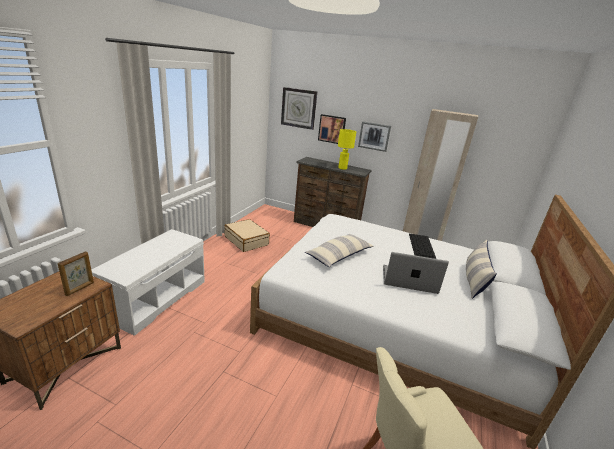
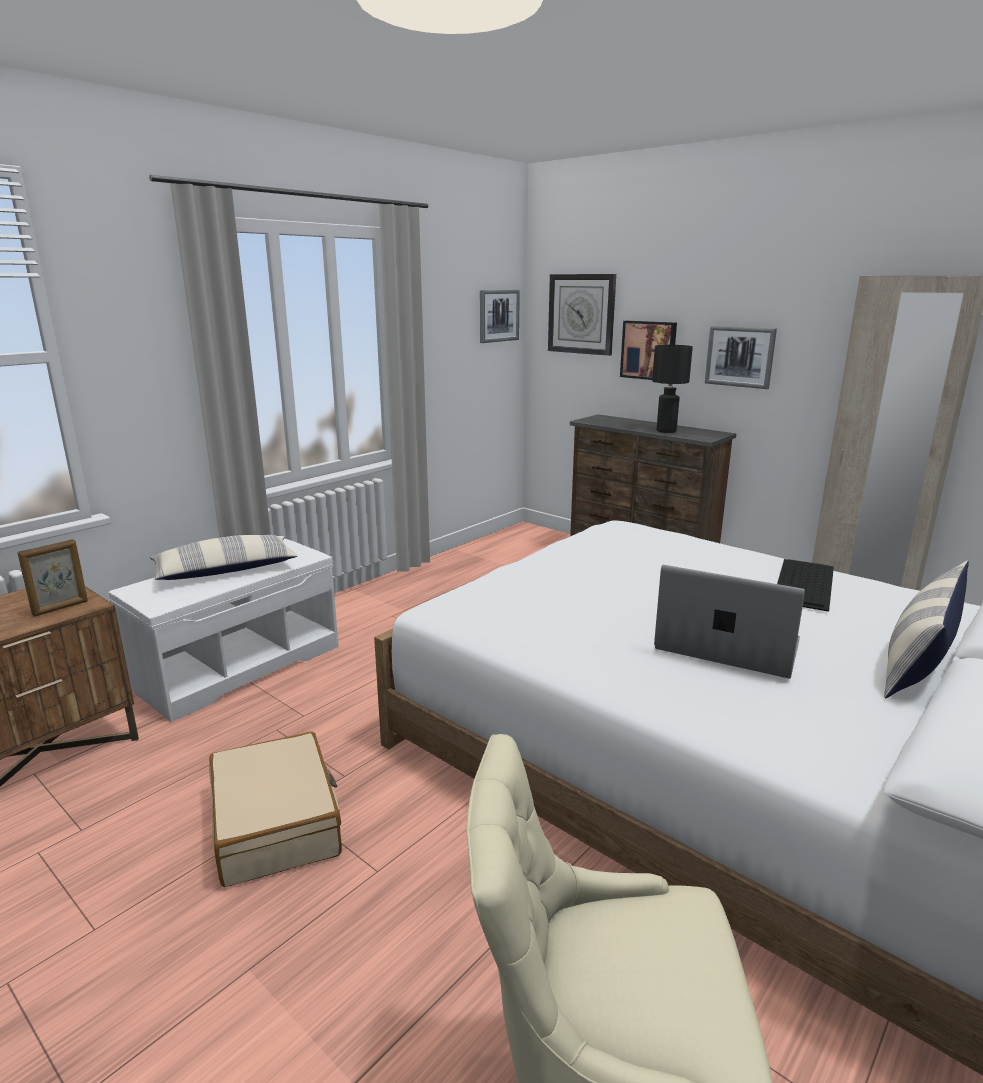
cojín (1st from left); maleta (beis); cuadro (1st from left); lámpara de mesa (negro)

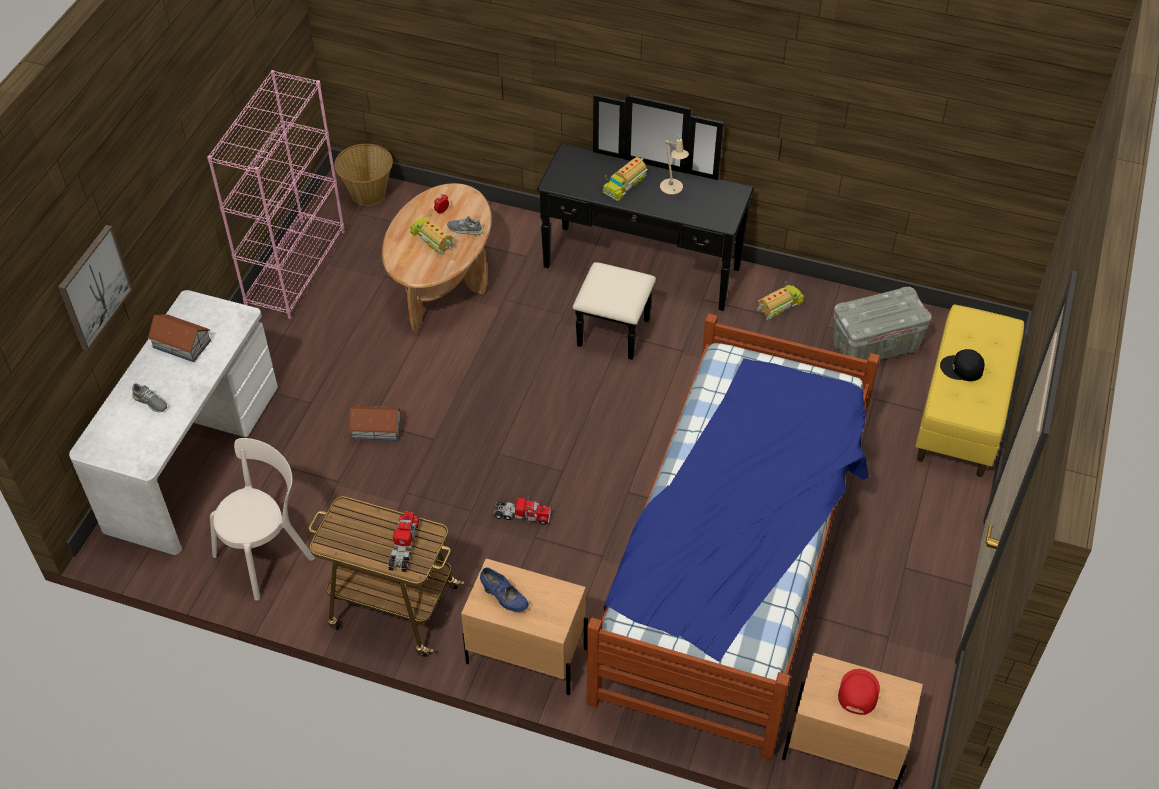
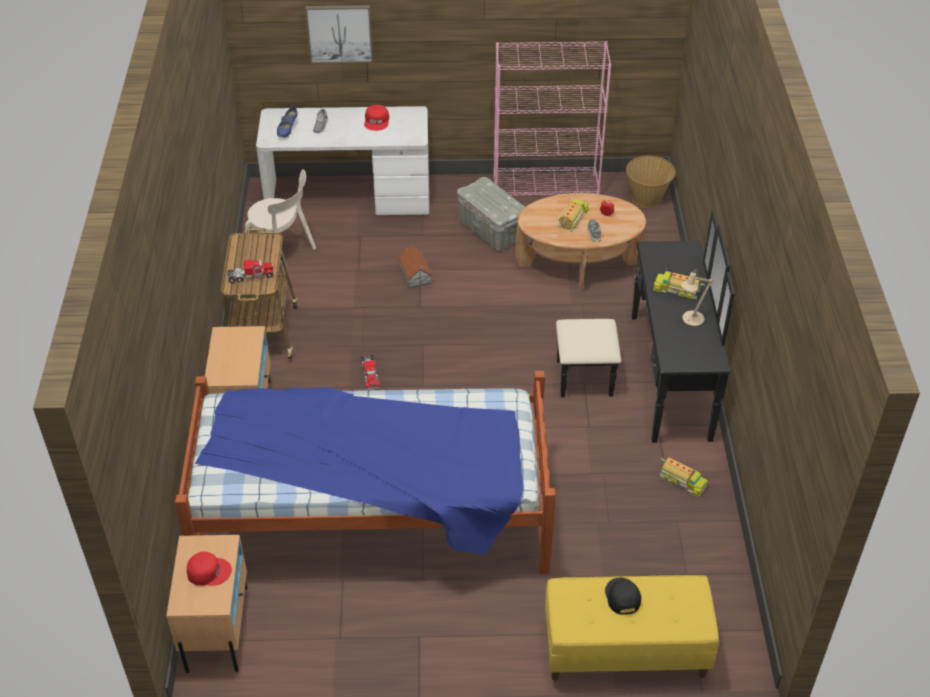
zapato (azul); gorra (rojo) (2nd from left); caja de almacenaje (gris)

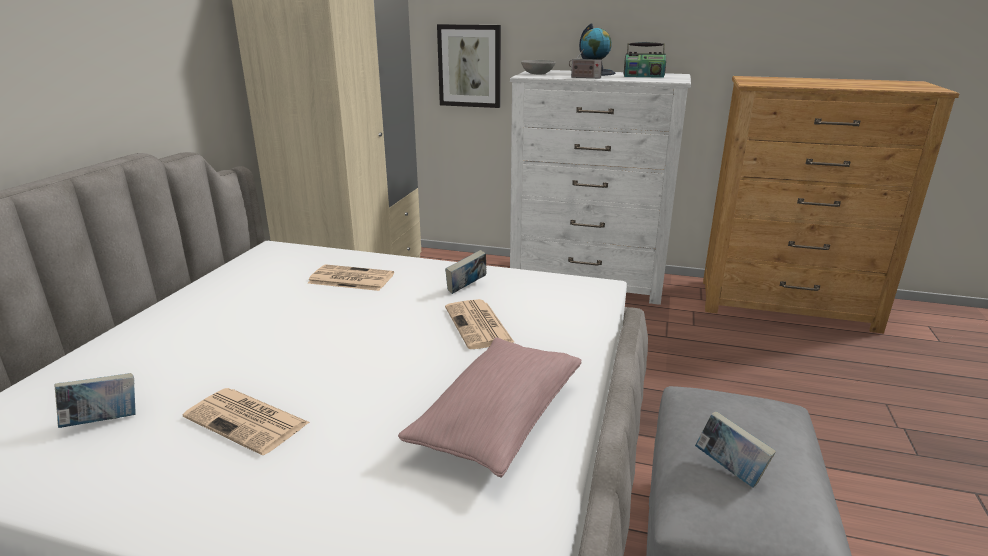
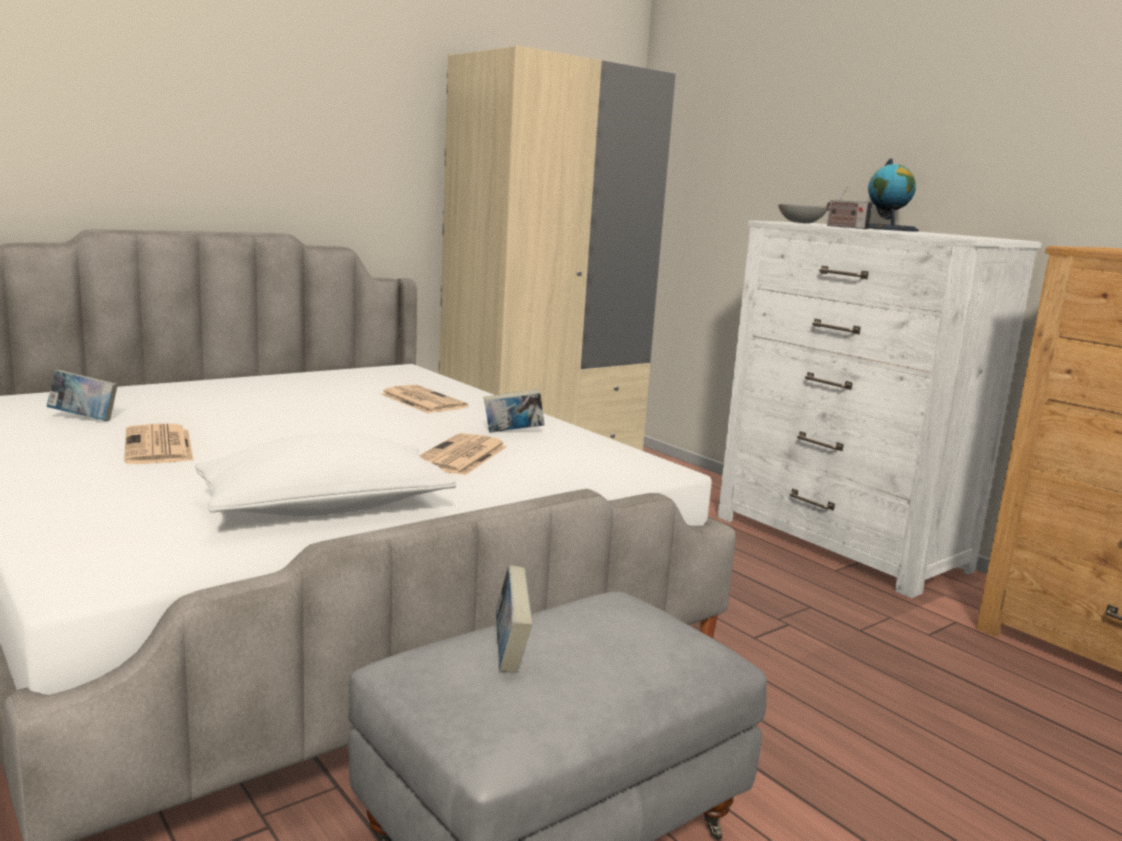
cojín (blanco); cuadro; radio (2nd from left in the first image)

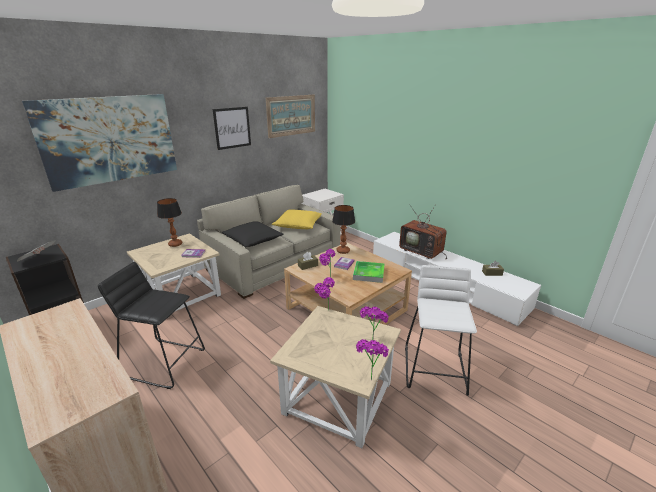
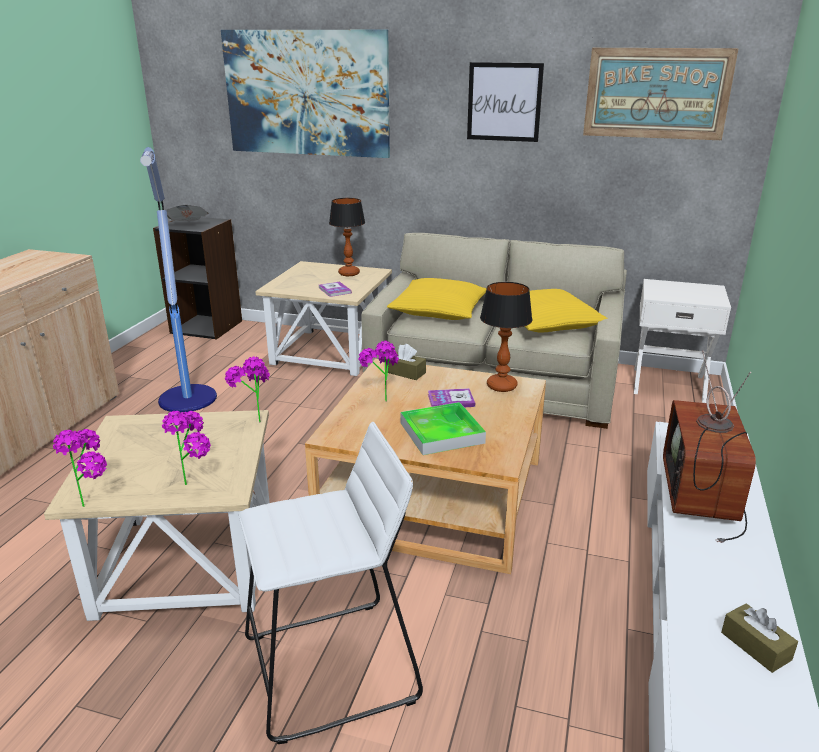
lámpara de pie; cojín (amarillo) (1st from left)

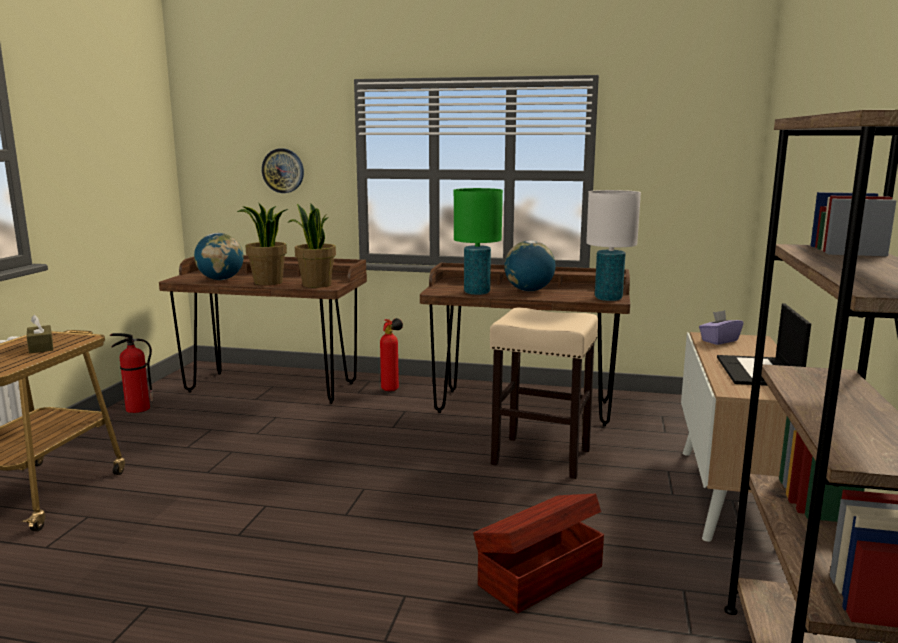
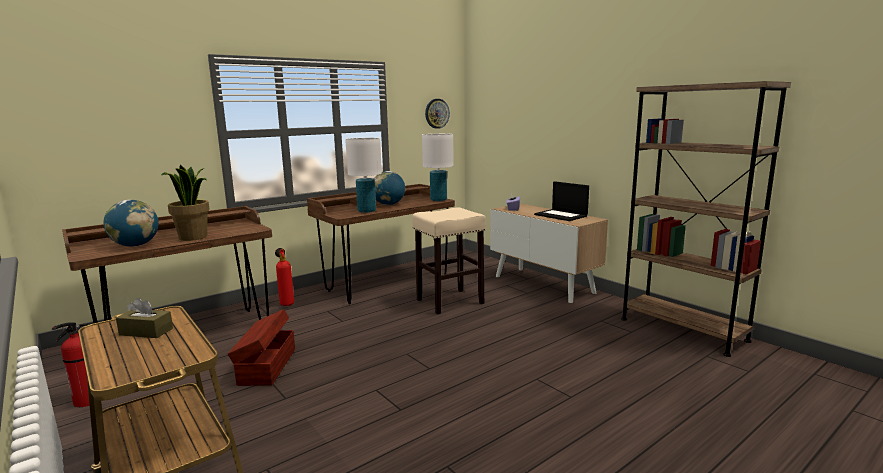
caja de almacenaje (marrón); lámpara de mesa (blanco) (1st from left); reloj de pared; planta en maceta (2nd from left in the first image)

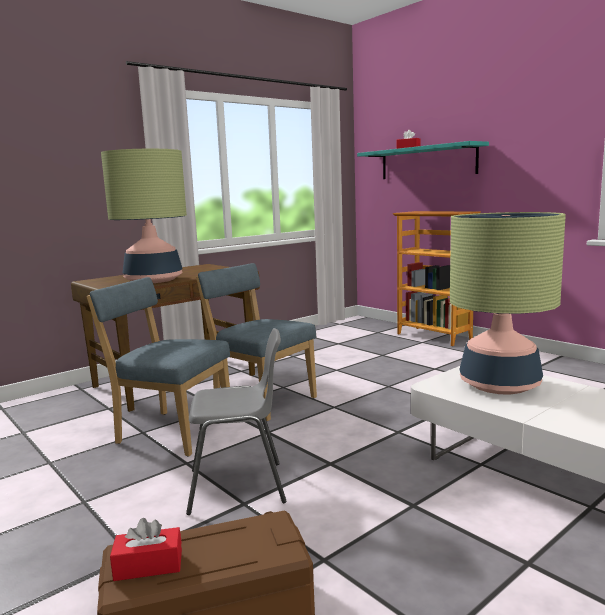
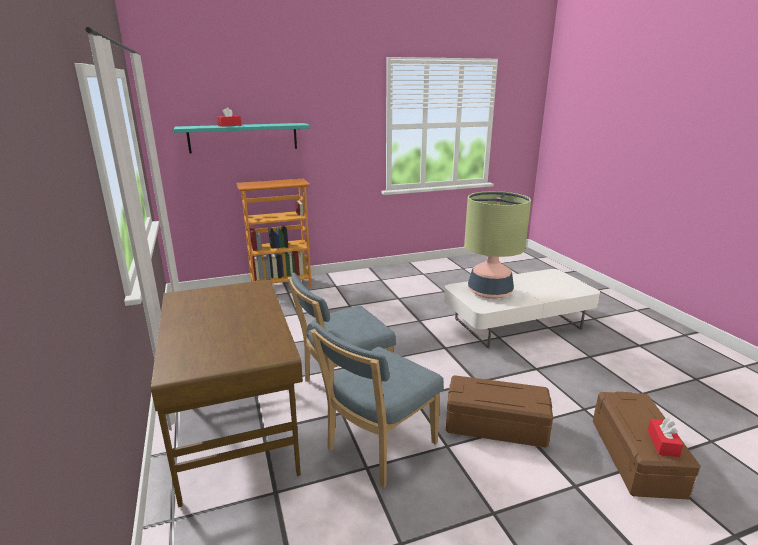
caja de almacenaje (marrón) (1st from left); lámpara de mesa (1st from left in the first image)

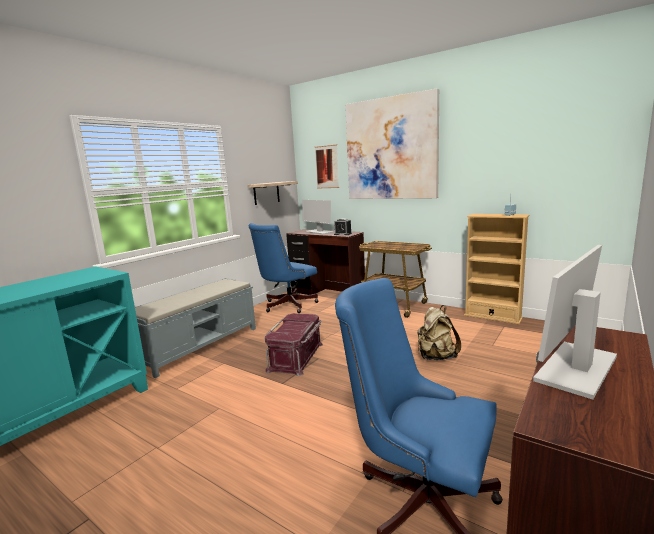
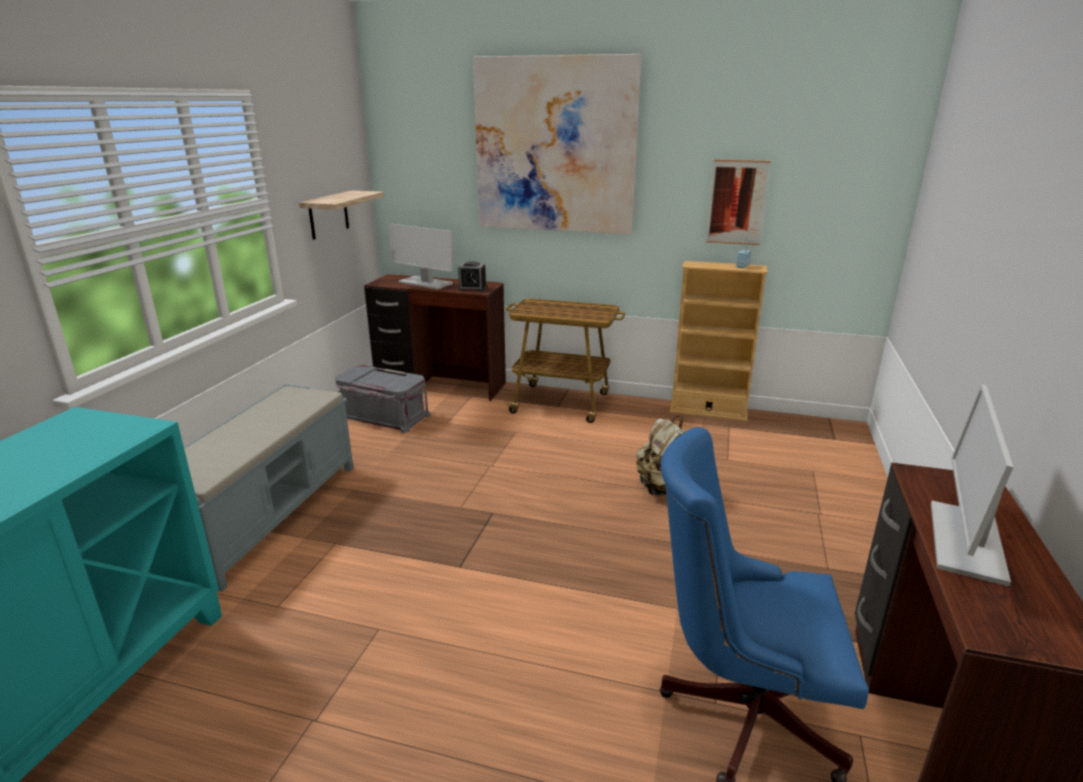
caja de almacenaje (gris); cuadro (2nd from left); caja de almacenaje (rojo)

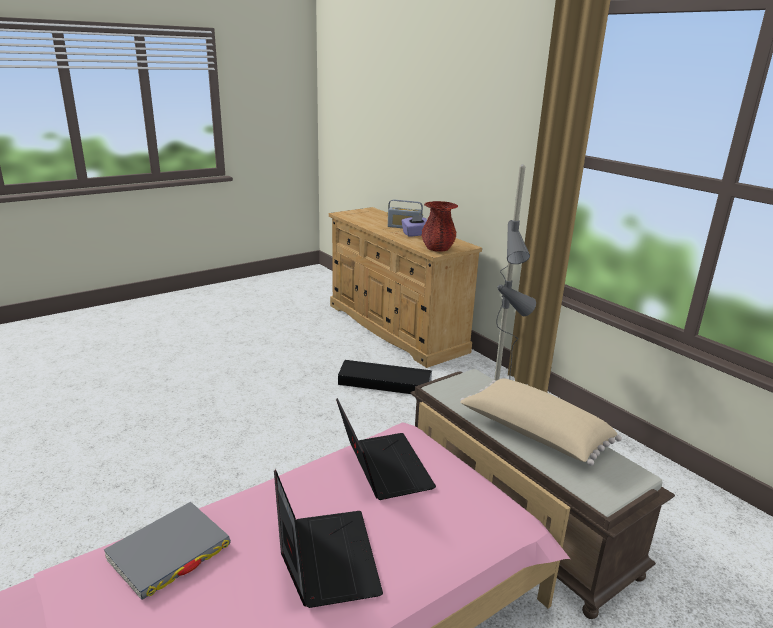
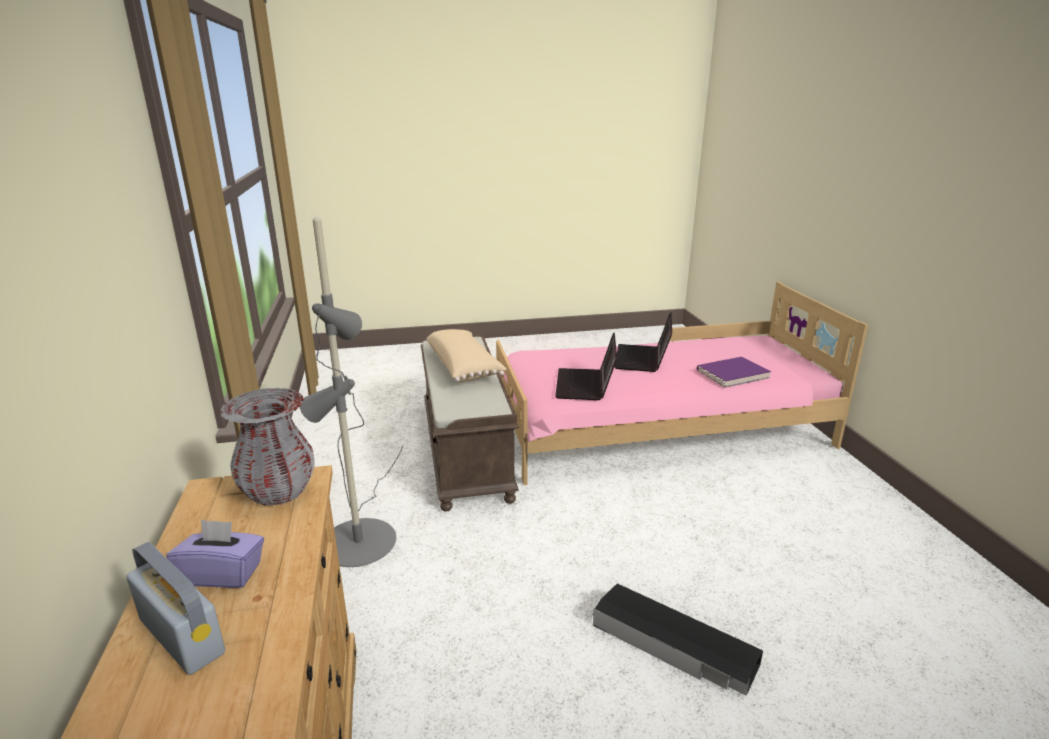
florero (gris); caja de almacenaje (negro); libro (morado)

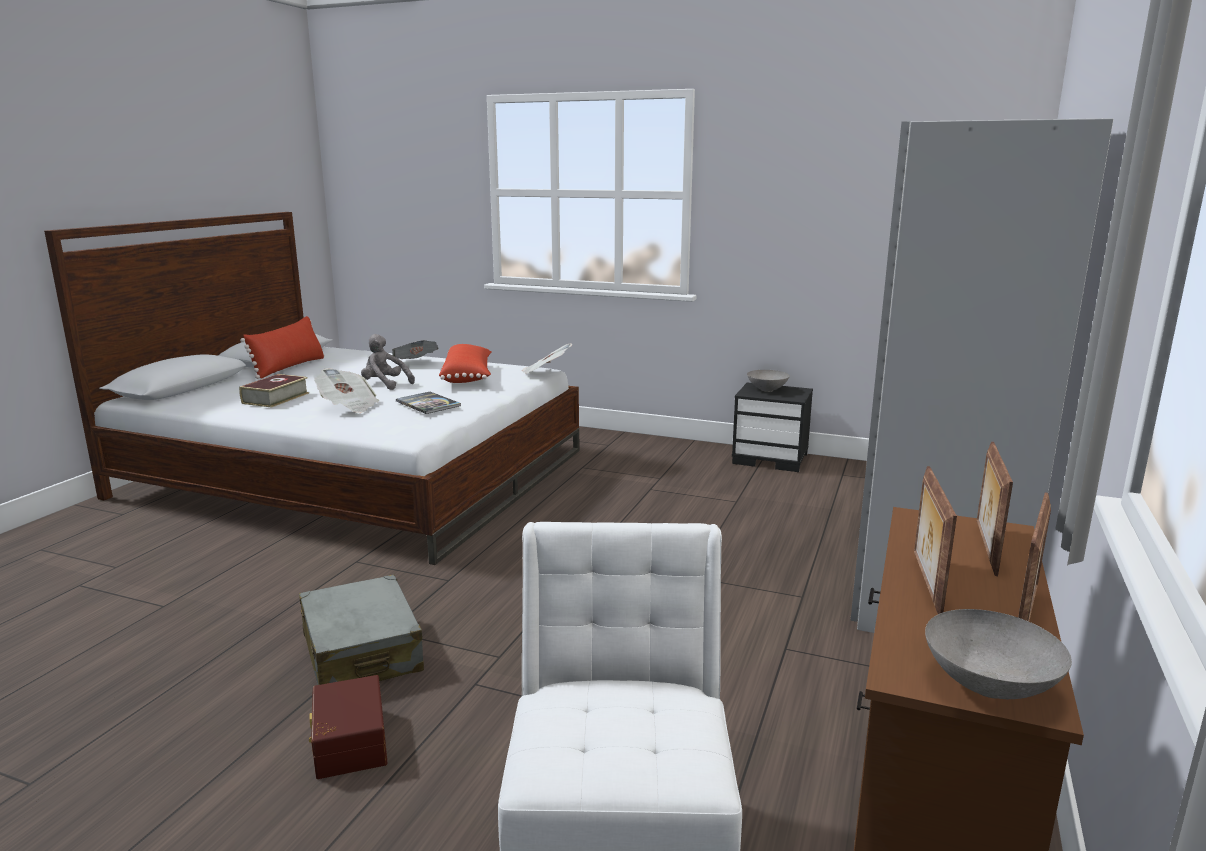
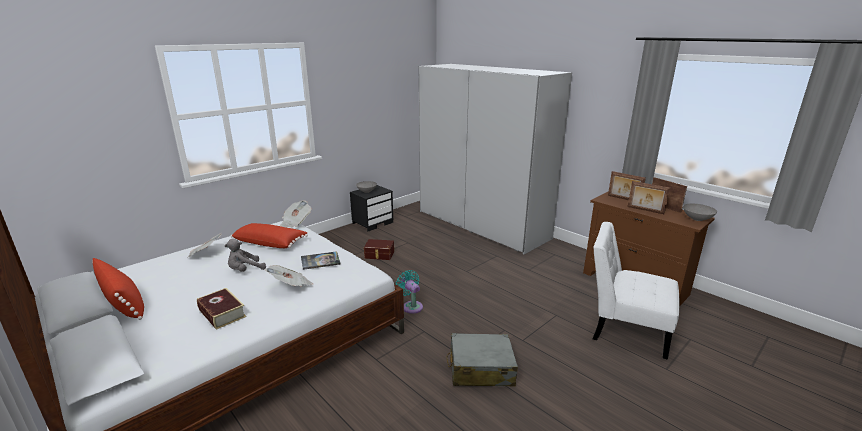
caja de almacenaje (marrón); ventilador (turquesa)

